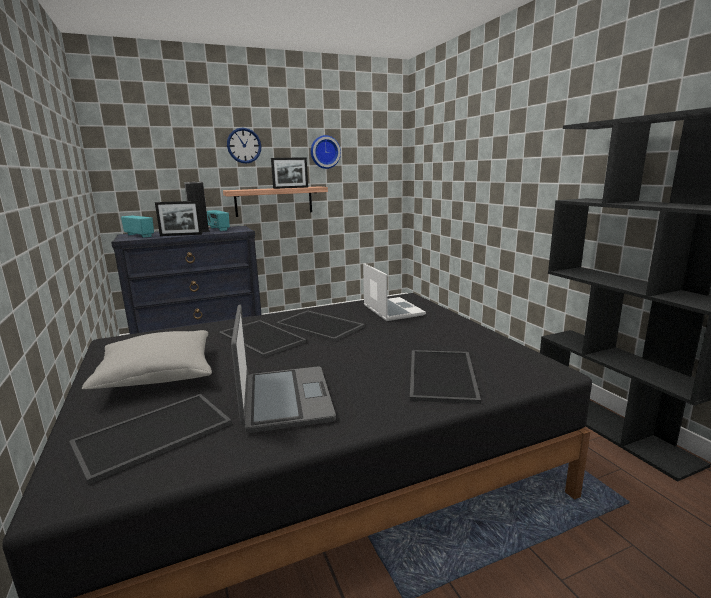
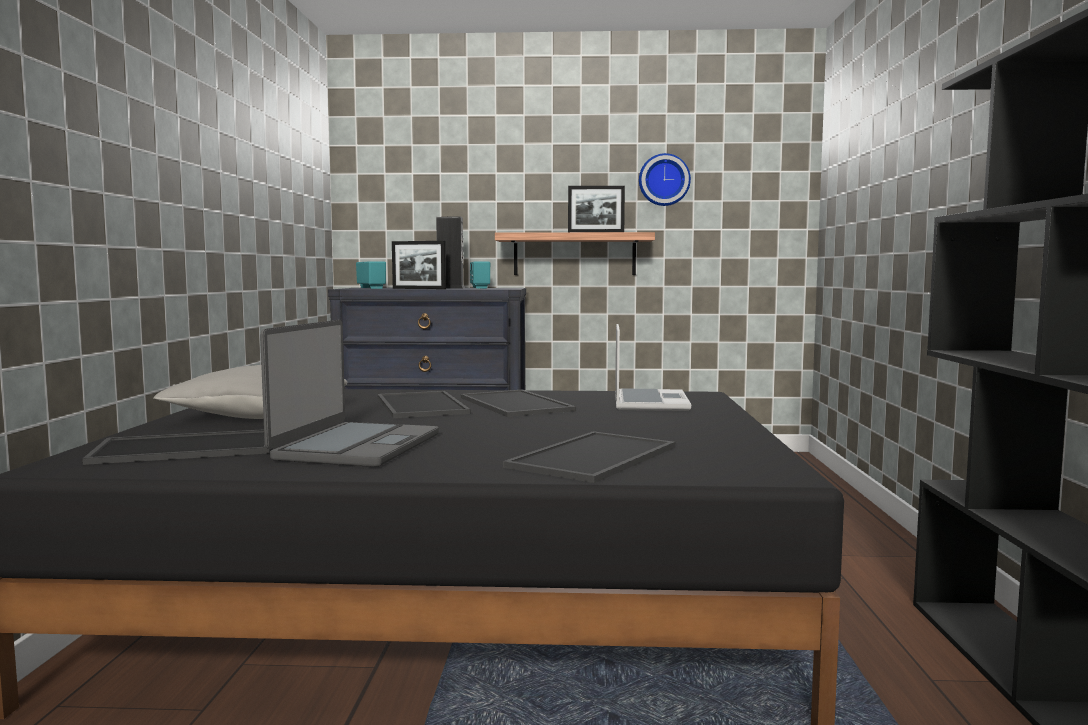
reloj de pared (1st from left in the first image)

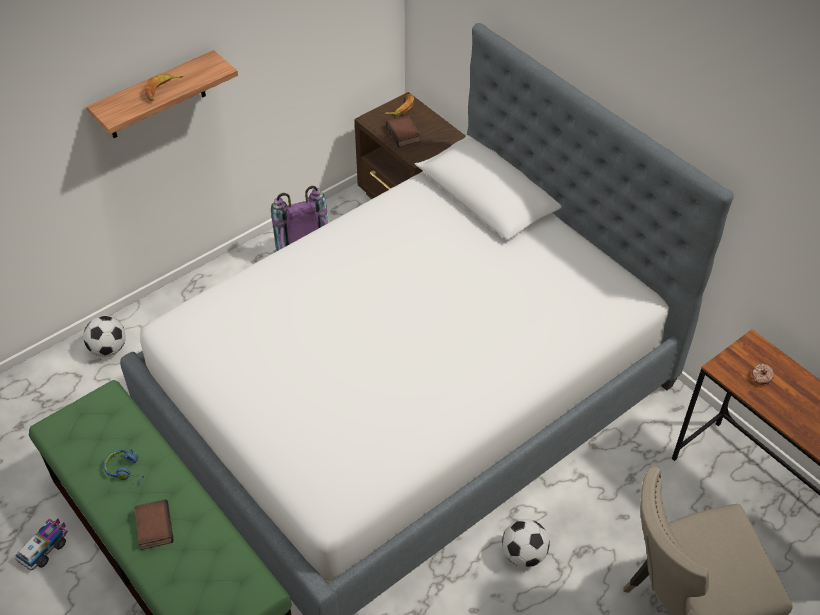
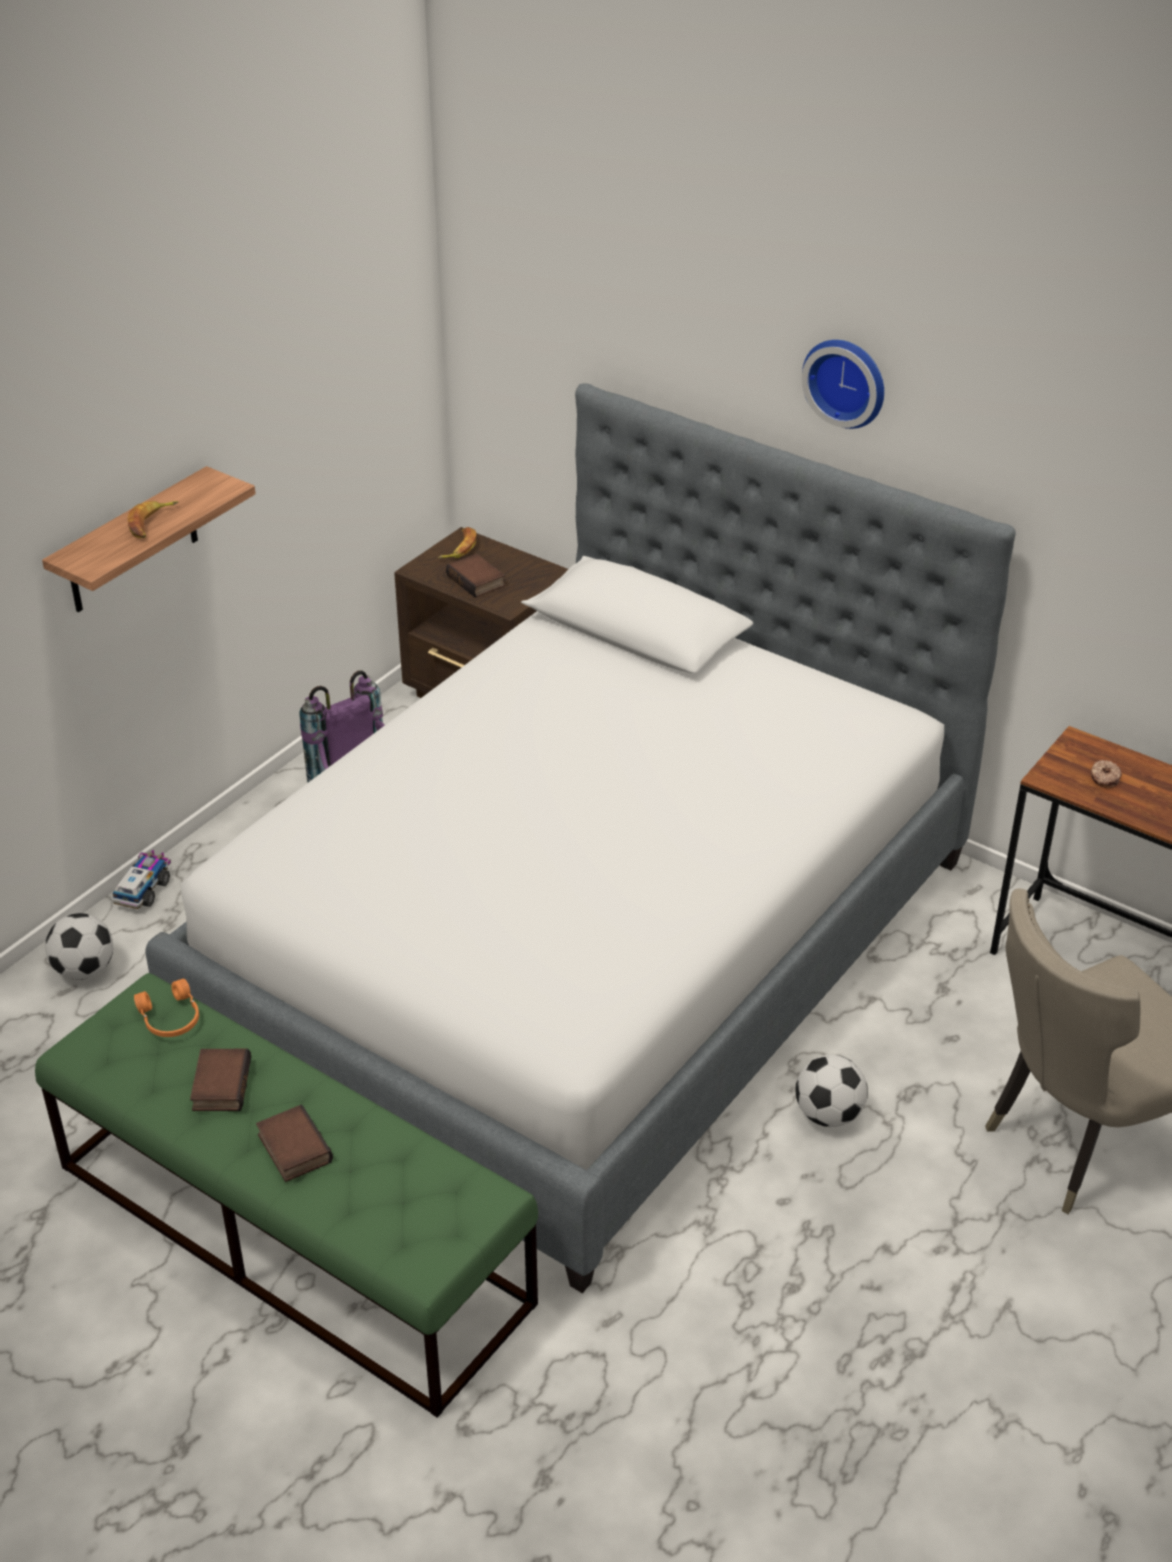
camión de juguete; auriculares (naranja); libro (1st from left); reloj de pared

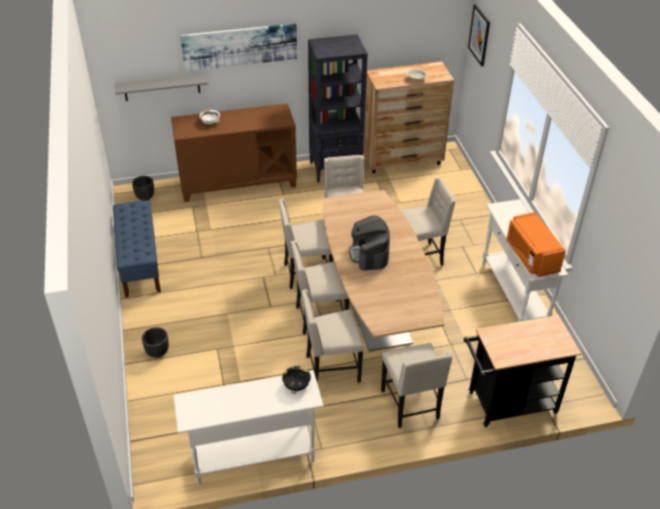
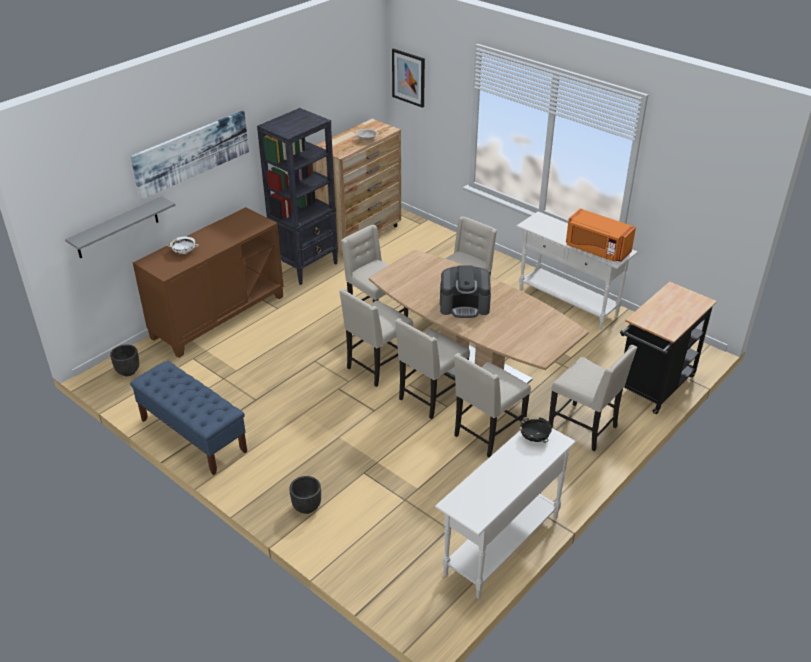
cafetera

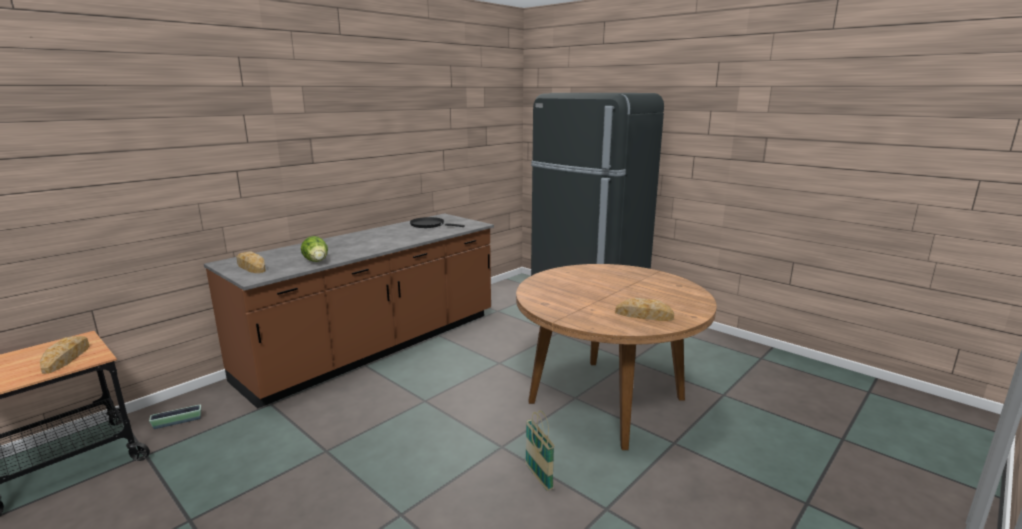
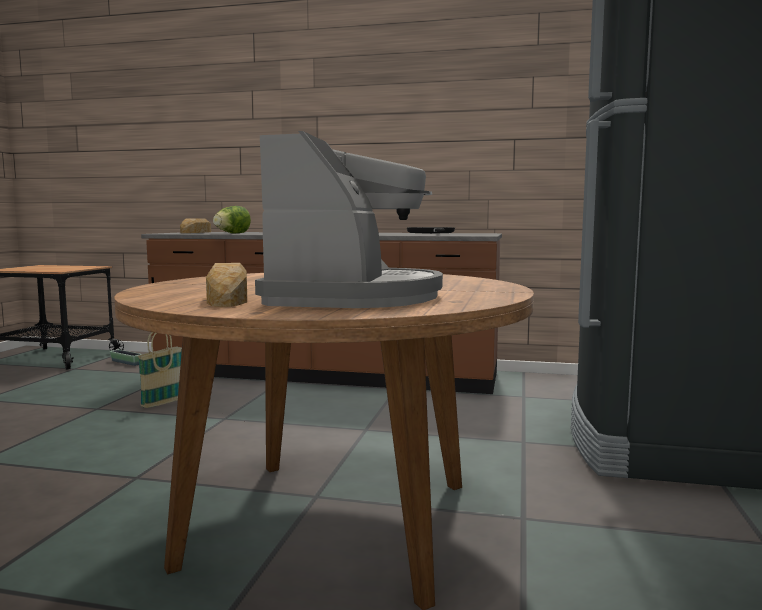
cesta; cafetera; pan (1st from left in the first image)

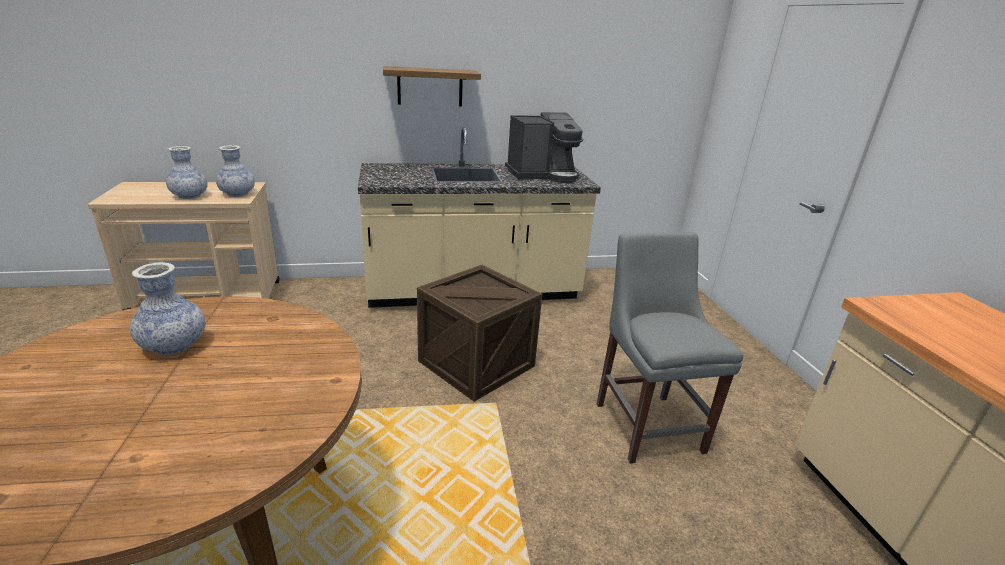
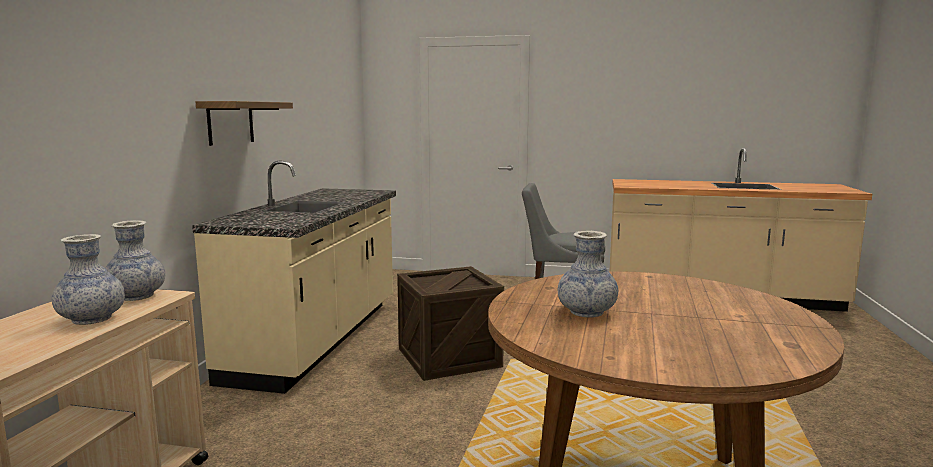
cafetera

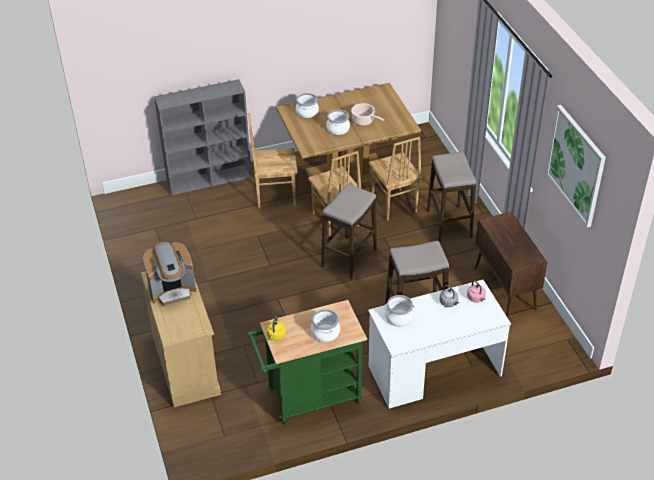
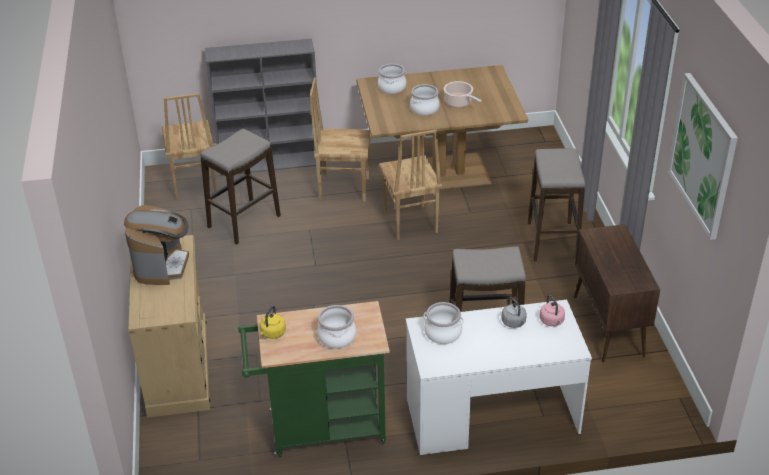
cafetera; silla (marrón) (1st from left); taburete (1st from left)

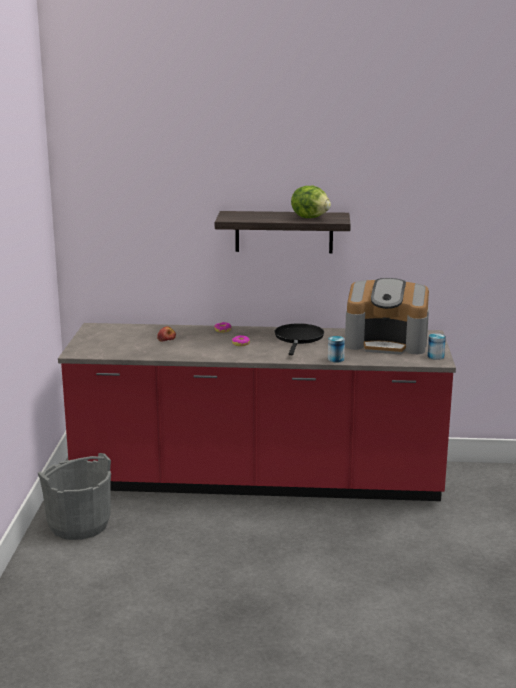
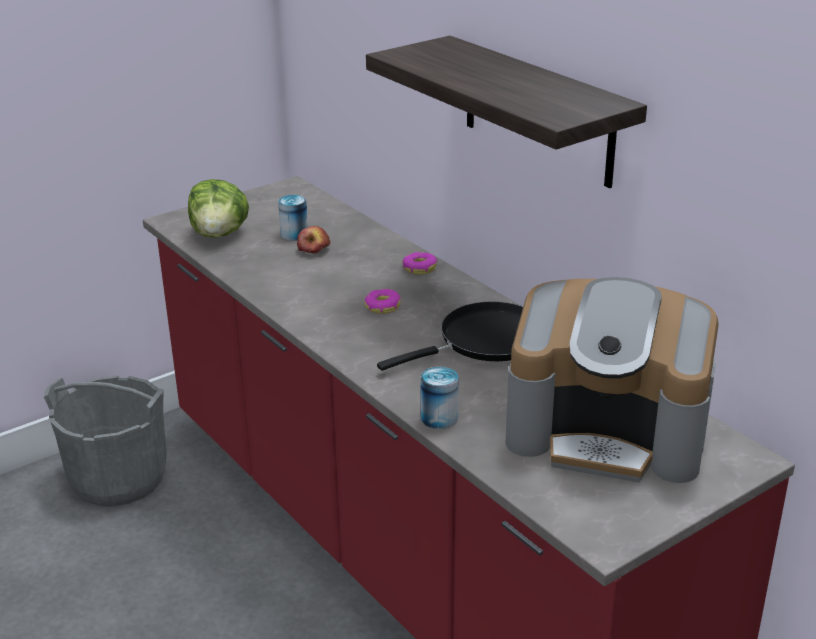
lechuga; lata (1st from left); cafetera

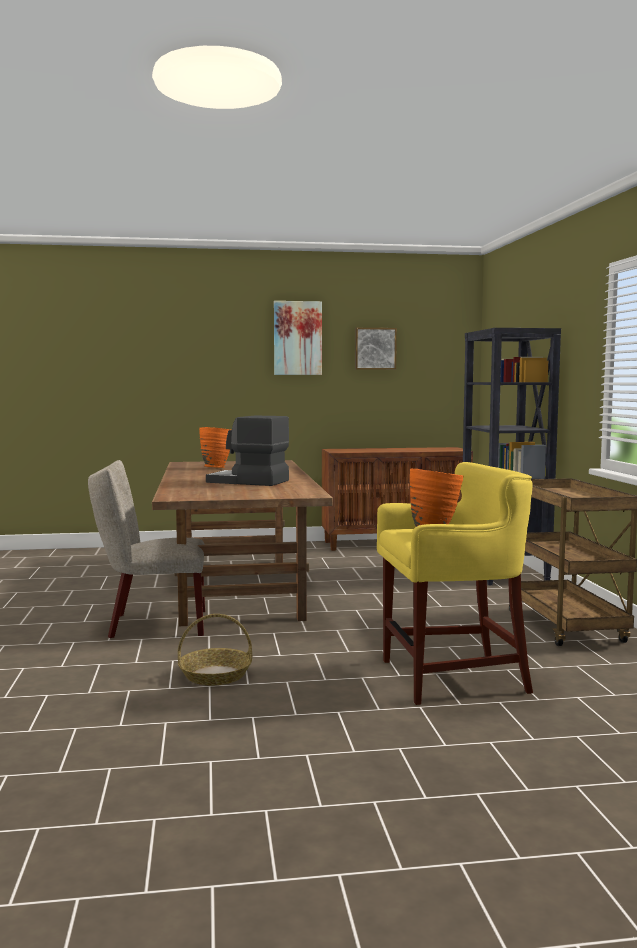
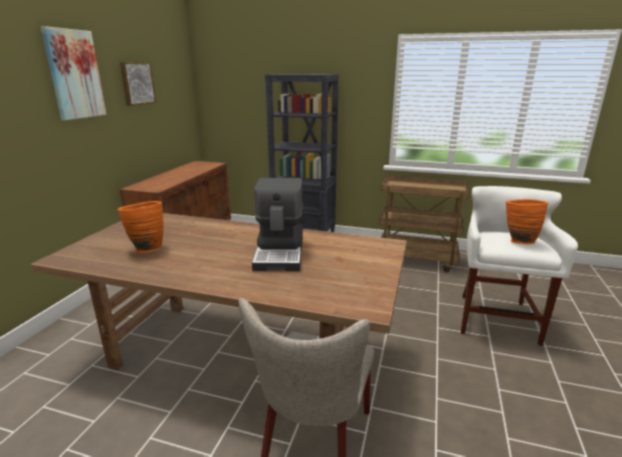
cafetera; taburete (blanco); cesta

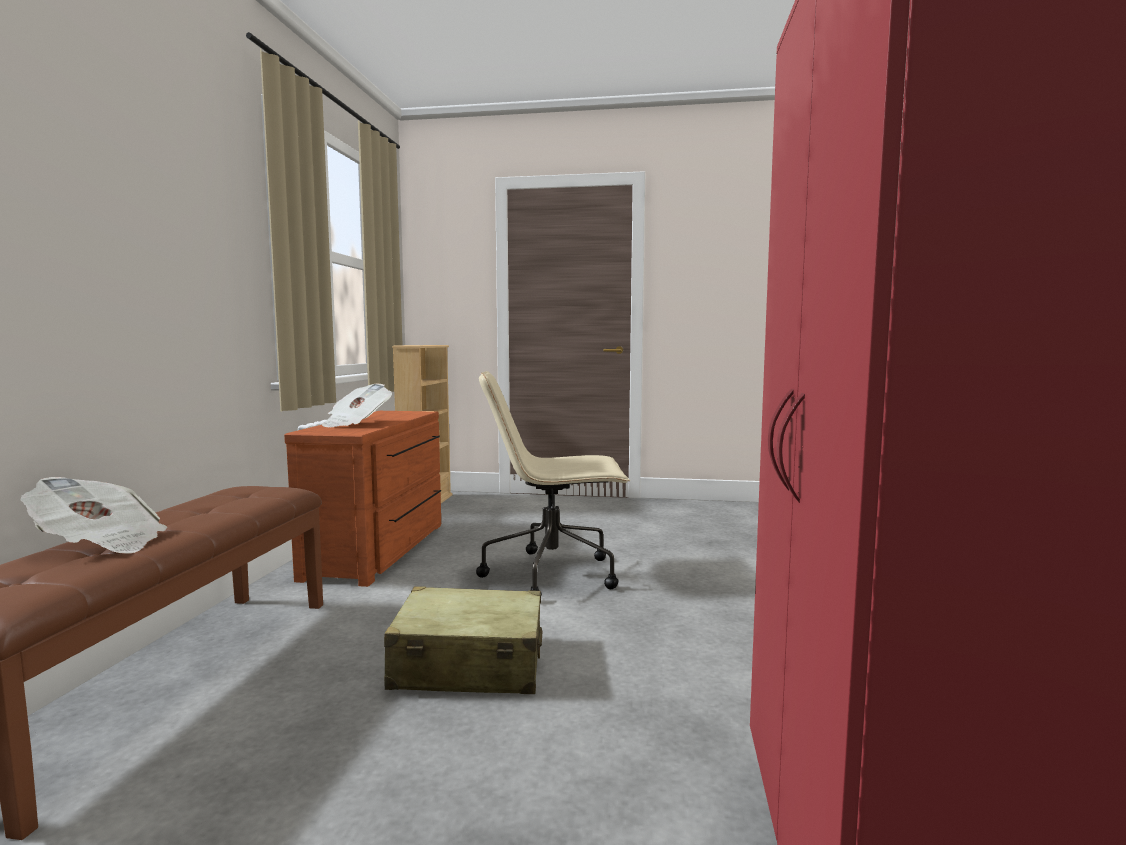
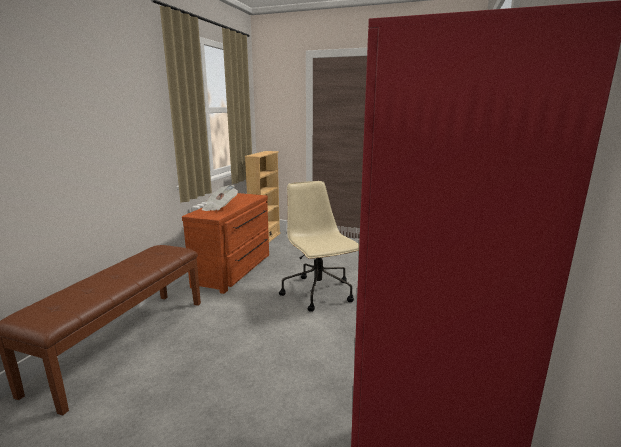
silla de oficina (beis); periódico (1st from left in the first image); maleta (beis)

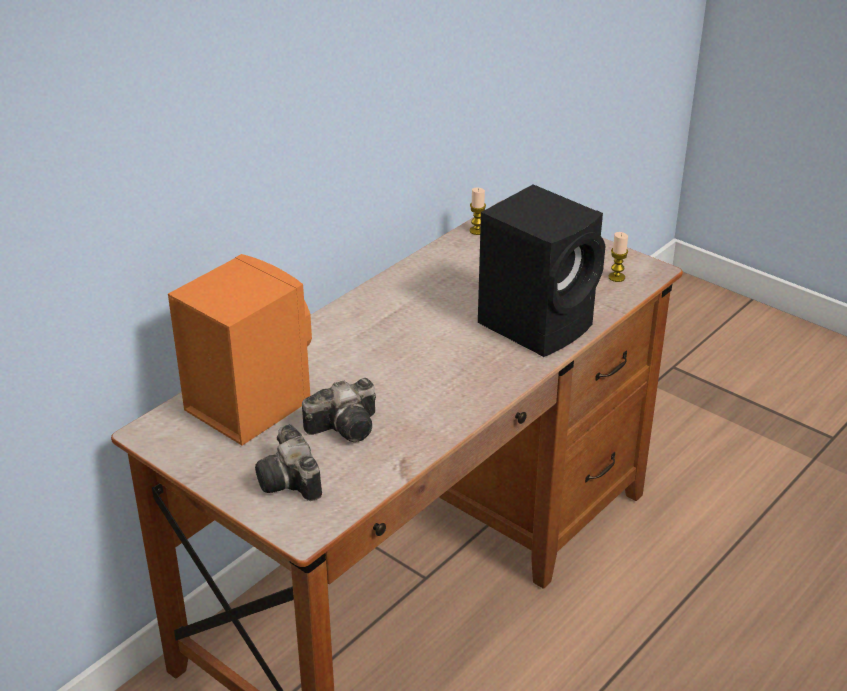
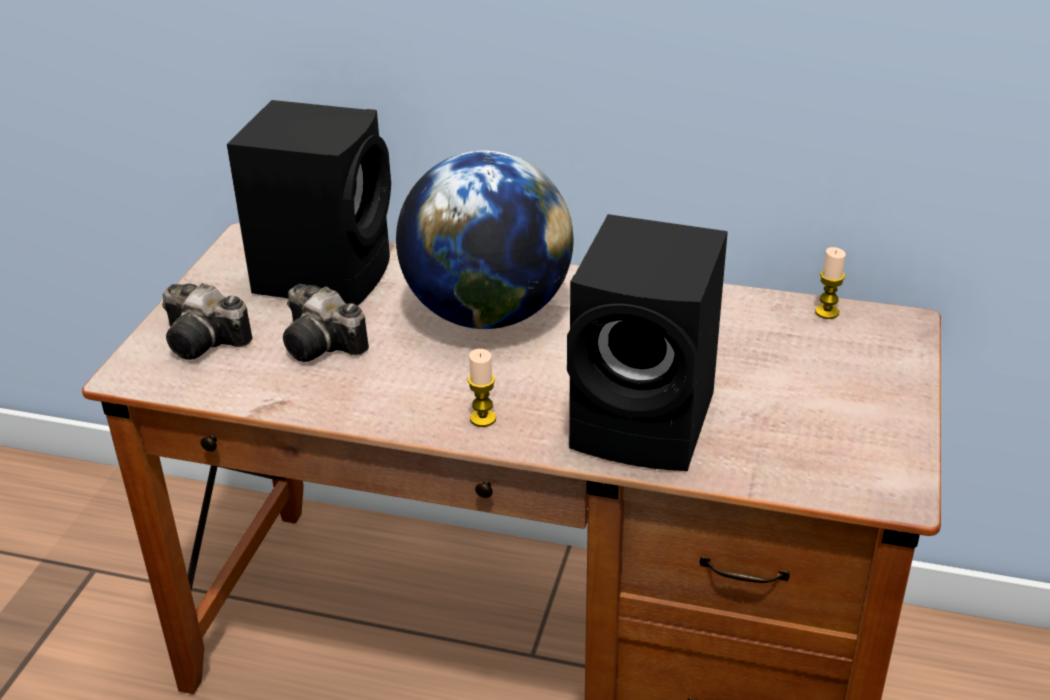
cámara (1st from left); altavoz (negro) (1st from left); globo terráqueo; vela (1st from left)

